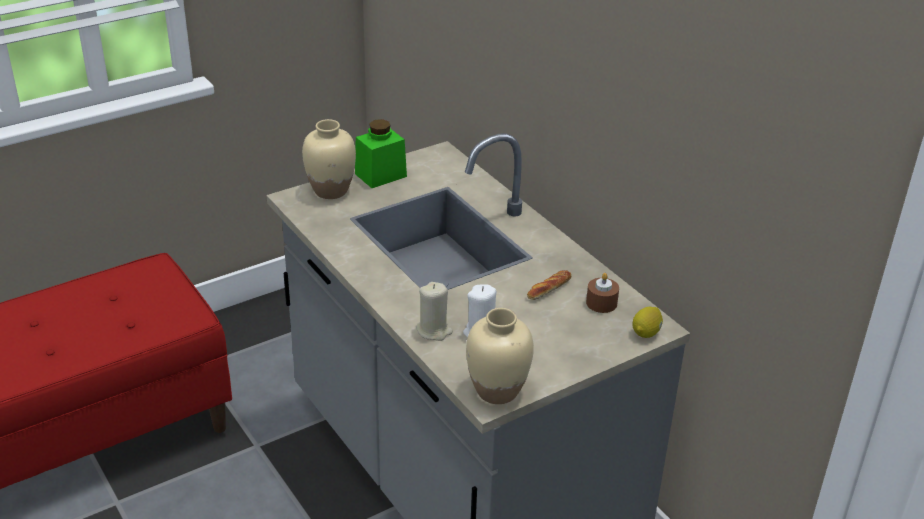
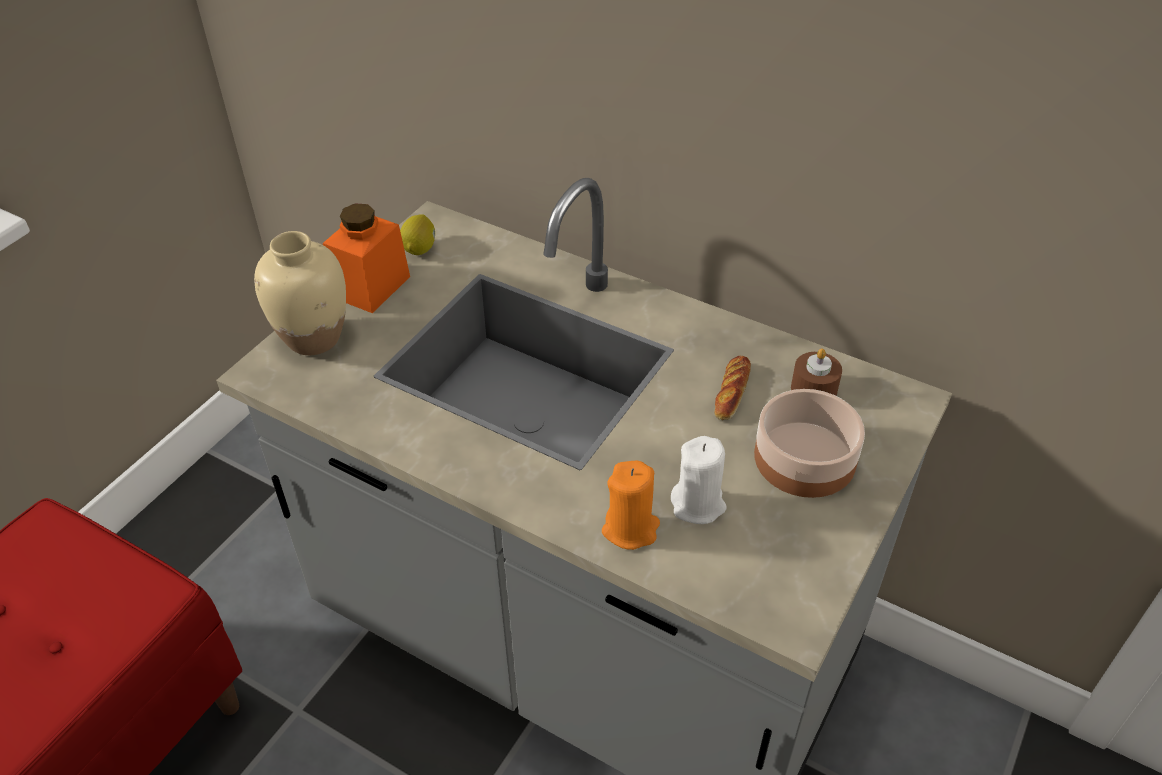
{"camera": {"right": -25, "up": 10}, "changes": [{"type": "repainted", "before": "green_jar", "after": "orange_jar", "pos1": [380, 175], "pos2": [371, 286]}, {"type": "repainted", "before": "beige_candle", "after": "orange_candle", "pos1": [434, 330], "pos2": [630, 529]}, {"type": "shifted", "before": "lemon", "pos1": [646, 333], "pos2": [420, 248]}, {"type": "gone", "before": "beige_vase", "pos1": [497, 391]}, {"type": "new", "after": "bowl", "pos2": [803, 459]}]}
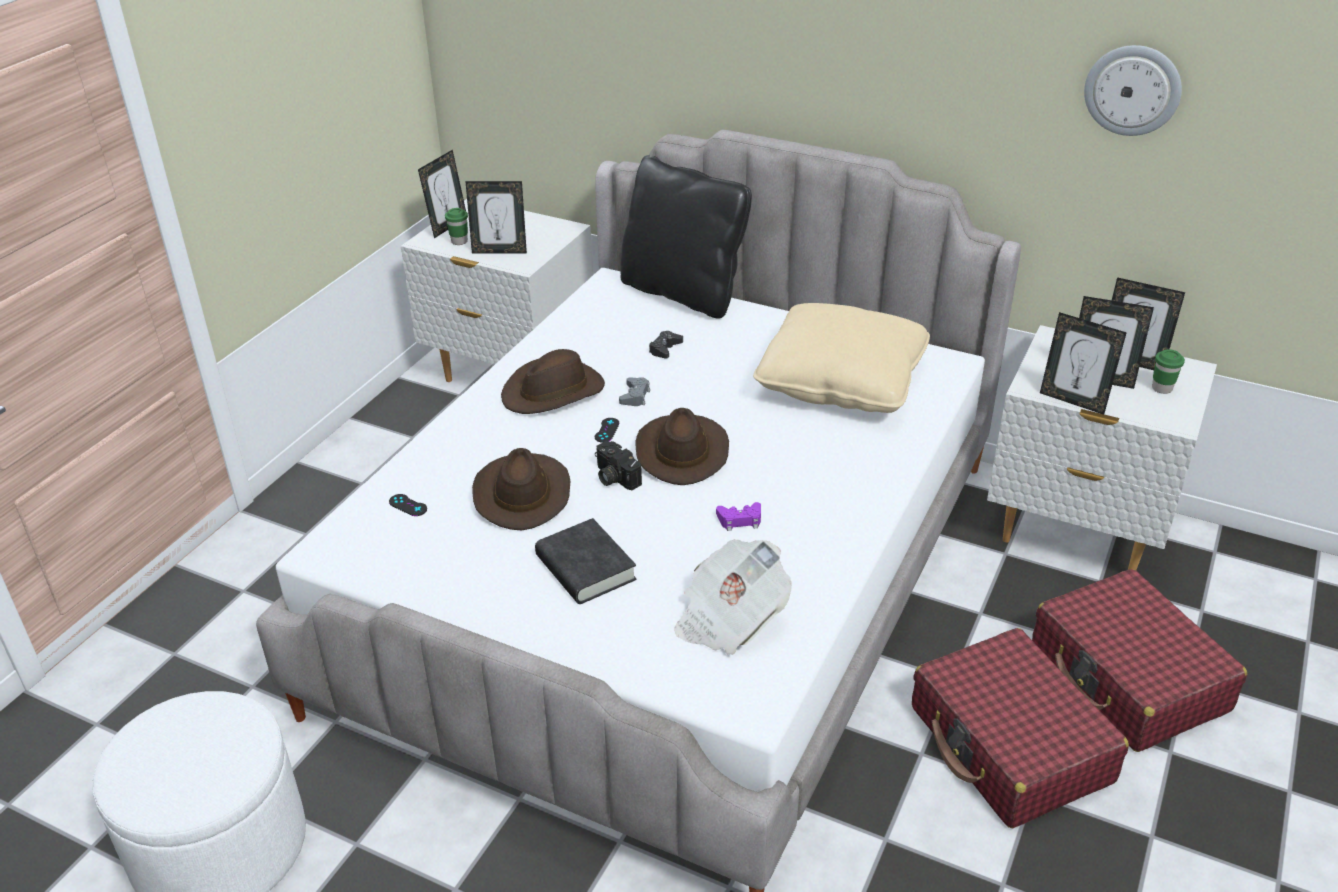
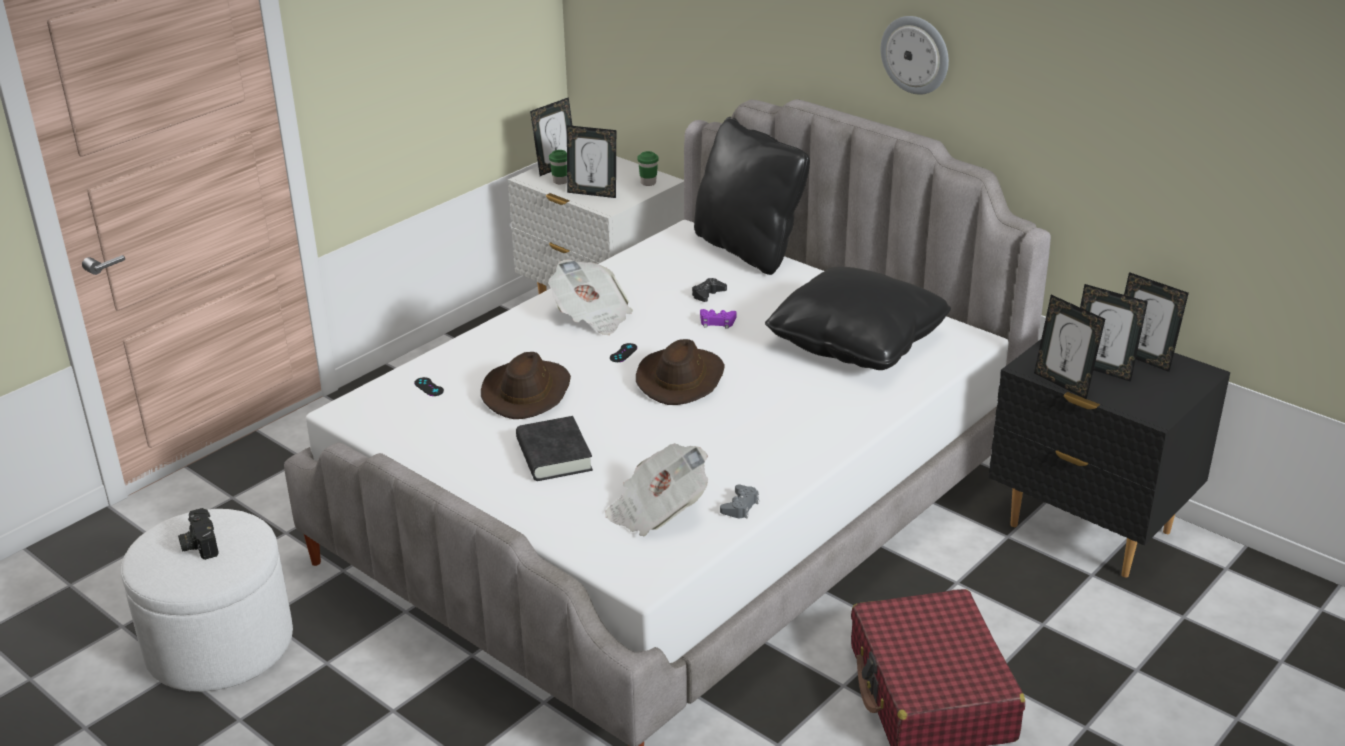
{"camera": {"right": 15, "up": -5}, "changes": [{"type": "shifted", "before": "wall_clock", "pos1": [1132, 90], "pos2": [915, 54]}, {"type": "repainted", "before": "beige_pillow", "after": "black_pillow", "pos1": [841, 382], "pos2": [856, 342]}, {"type": "repainted", "before": "white_nightstand", "after": "black_nightstand", "pos1": [1076, 532], "pos2": [1089, 529]}, {"type": "swapped", "before": "brown_hat", "after": "newspaper", "pos1": [554, 392], "pos2": [591, 316]}, {"type": "shifted", "before": "green_cup", "pos1": [1162, 388], "pos2": [648, 183]}, {"type": "shifted", "before": "grey_game_controller", "pos1": [635, 396], "pos2": [740, 506]}, {"type": "shifted", "before": "photo_camera", "pos1": [613, 477], "pos2": [198, 544]}, {"type": "shifted", "before": "purple_game_controller", "pos1": [740, 520], "pos2": [717, 322]}, {"type": "gone", "before": "red_suitcase", "pos1": [1128, 678]}]}
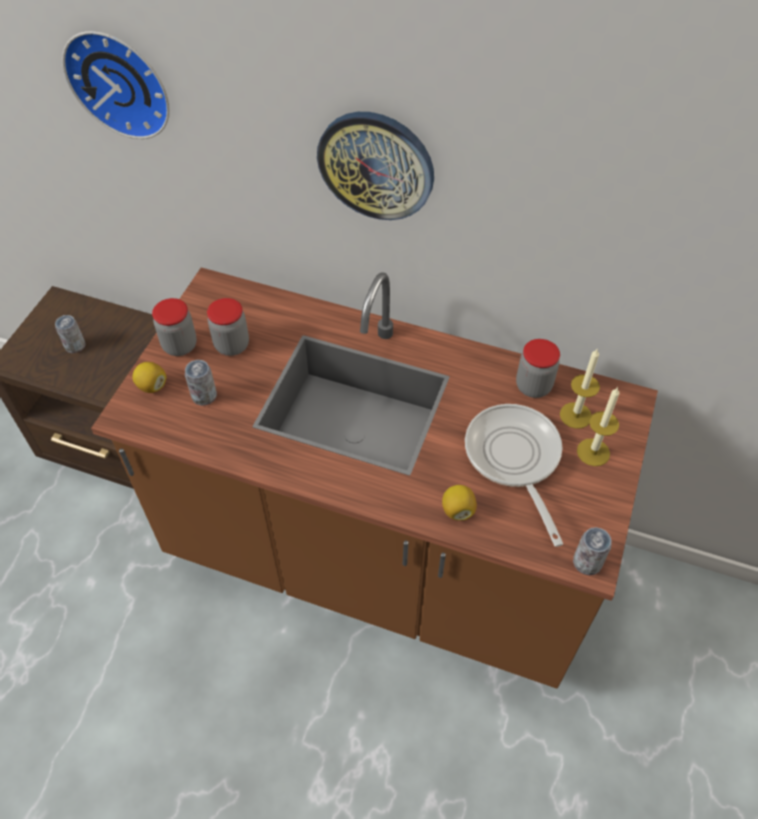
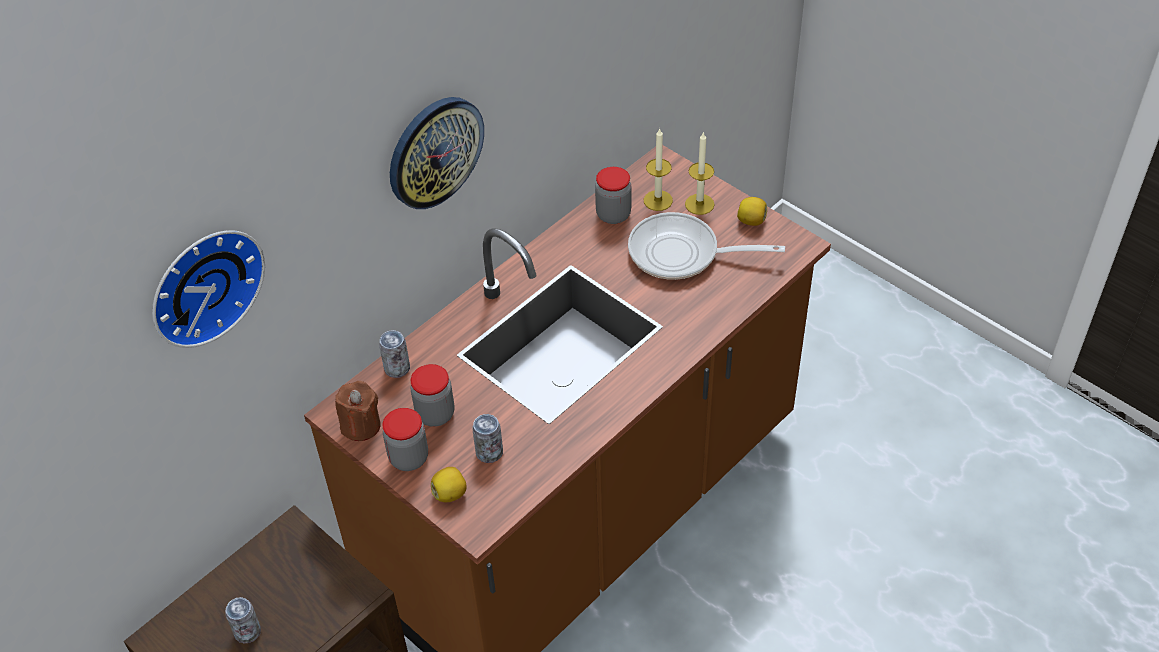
{"camera": {"right": -65, "up": -5}, "changes": [{"type": "shifted", "before": "lemon", "pos1": [457, 510], "pos2": [751, 221]}, {"type": "shifted", "before": "can", "pos1": [587, 562], "pos2": [397, 368]}, {"type": "new", "after": "brown_candle", "pos2": [361, 425]}]}
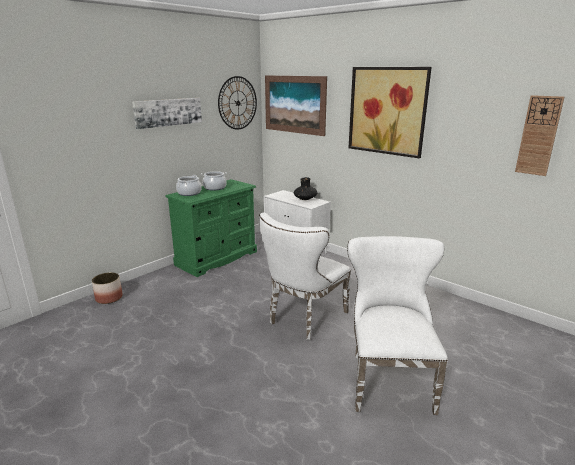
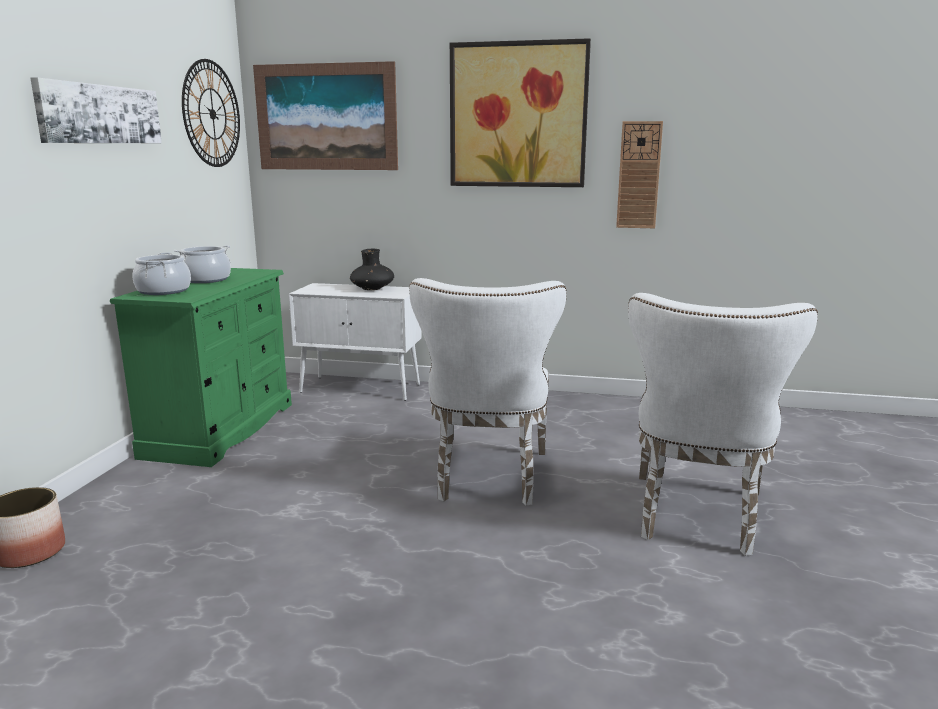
{"camera": {"right": -30, "up": -5}, "changes": [{"type": "shifted", "before": "wall_clock", "pos1": [538, 136], "pos2": [639, 175]}, {"type": "rotated", "before": "white_chair", "pos1": [387, 378], "pos2": [696, 518], "turn": -135}]}
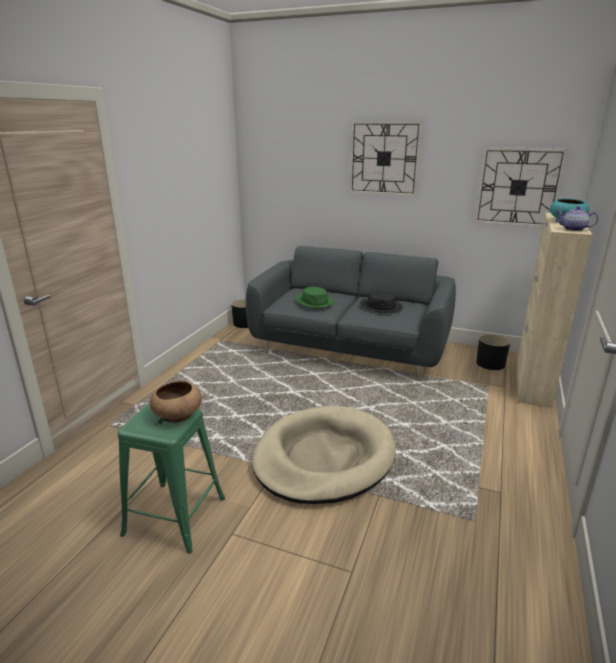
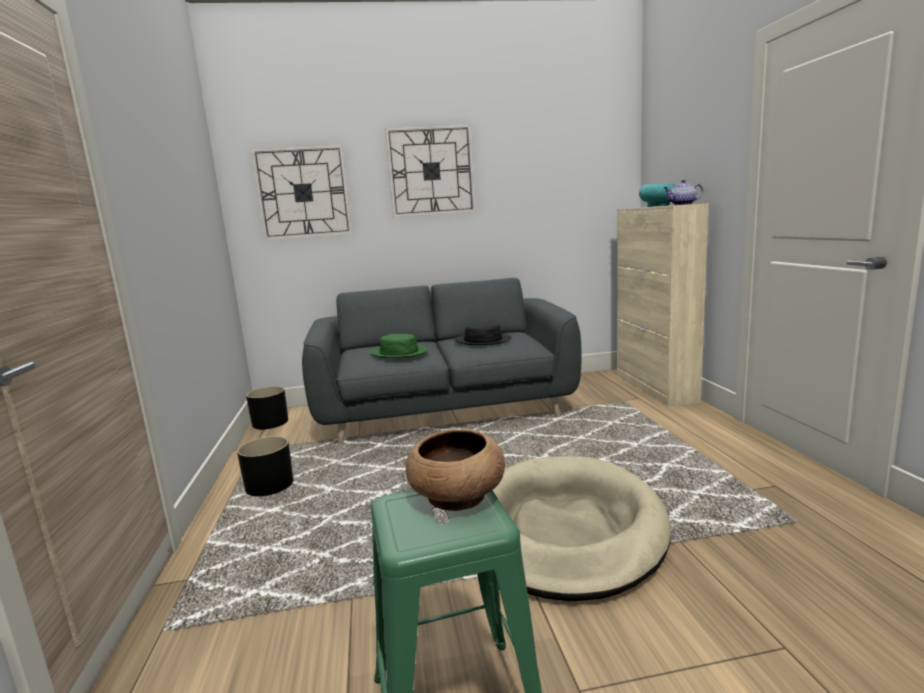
{"camera": {"right": -30, "up": -10}, "changes": [{"type": "shifted", "before": "wall_clock", "pos1": [518, 187], "pos2": [303, 193]}, {"type": "shifted", "before": "black_planter", "pos1": [490, 363], "pos2": [269, 485]}]}
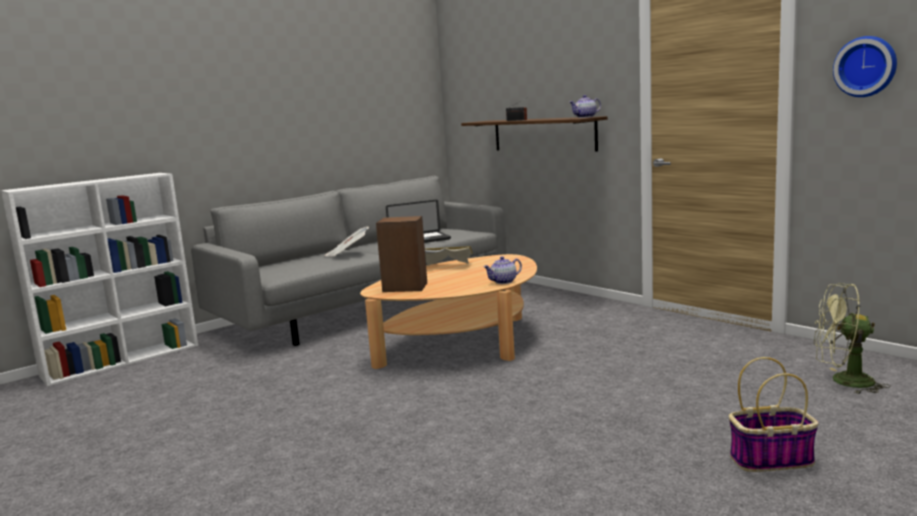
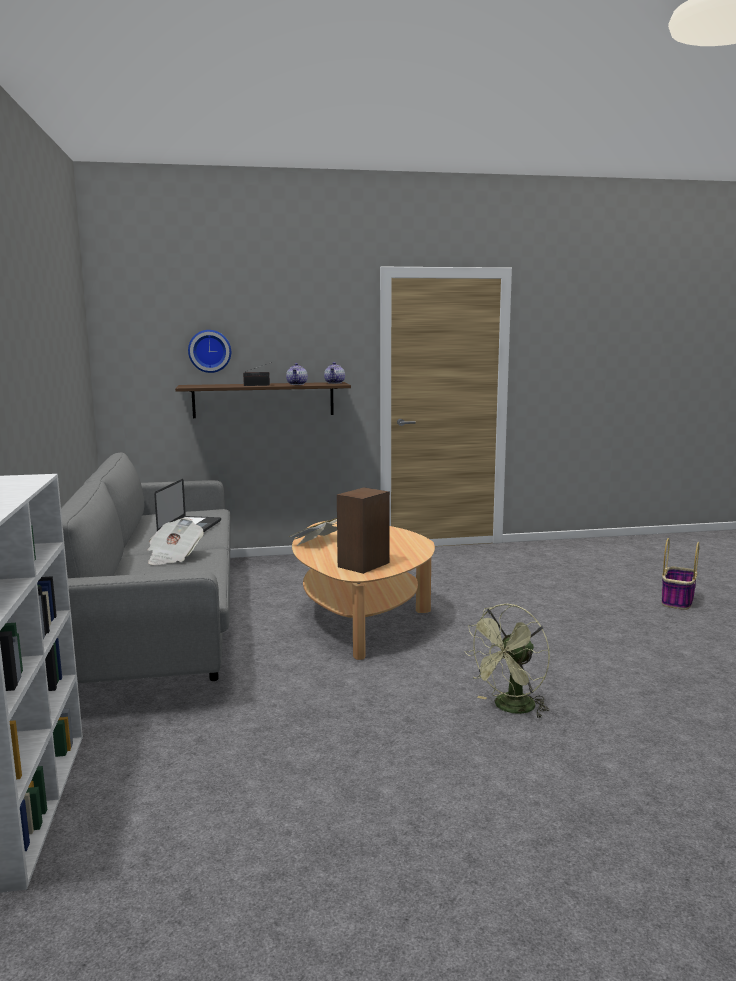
{"camera": {"right": -60, "up": 0}, "changes": [{"type": "shifted", "before": "wall_clock", "pos1": [866, 66], "pos2": [209, 351]}, {"type": "shifted", "before": "teapot", "pos1": [503, 282], "pos2": [297, 384]}, {"type": "shifted", "before": "green_fan", "pos1": [843, 381], "pos2": [510, 708]}]}
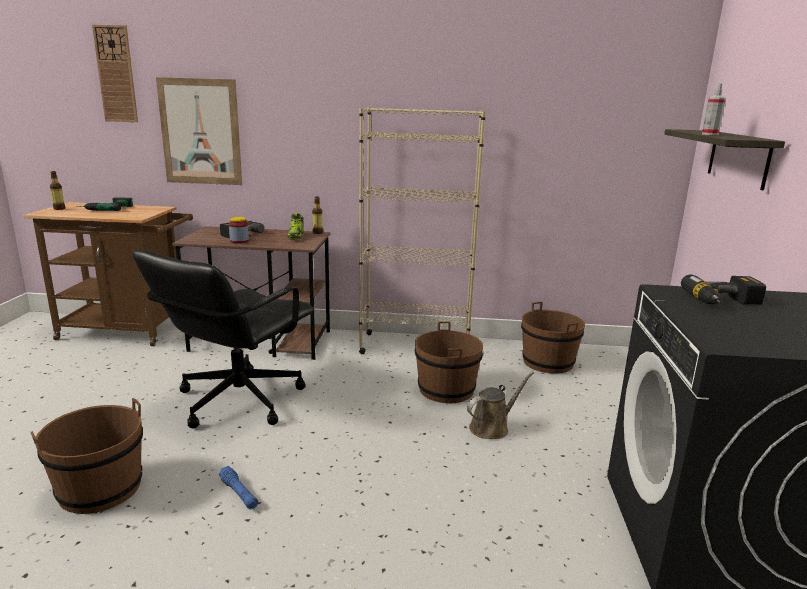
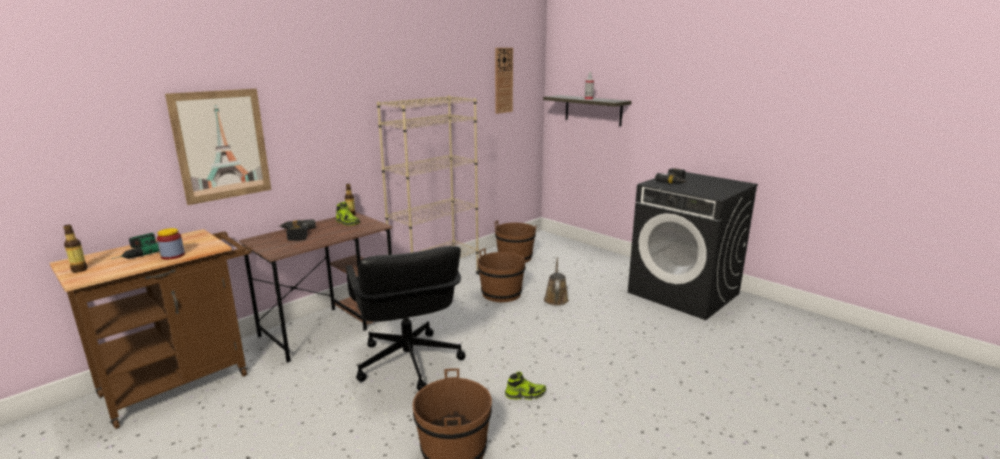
{"camera": {"right": -50, "up": 0}, "changes": [{"type": "shifted", "before": "wall_clock", "pos1": [116, 74], "pos2": [503, 80]}, {"type": "shifted", "before": "jar", "pos1": [239, 241], "pos2": [173, 255]}, {"type": "swapped", "before": "blue_flashlight", "after": "shoe", "pos1": [239, 493], "pos2": [525, 394]}]}
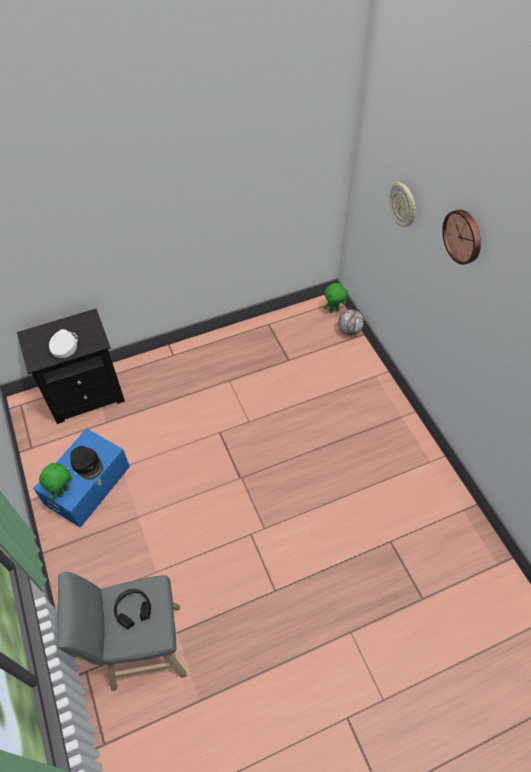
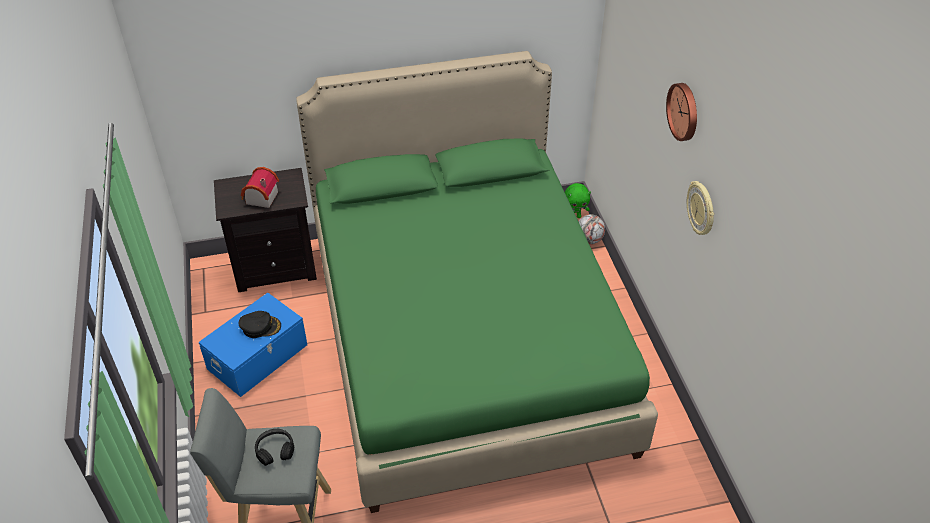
{"camera": {"right": 10, "up": -10}, "changes": [{"type": "shifted", "before": "wall_clock", "pos1": [403, 205], "pos2": [701, 209]}, {"type": "swapped", "before": "white_cap", "after": "toy_house", "pos1": [64, 345], "pos2": [259, 198]}, {"type": "rotated", "before": "black_cap", "pos1": [87, 464], "pos2": [260, 327], "turn": -60}, {"type": "gone", "before": "green_plush_toy", "pos1": [63, 491]}, {"type": "new", "after": "green_bed", "pos2": [464, 339]}]}
